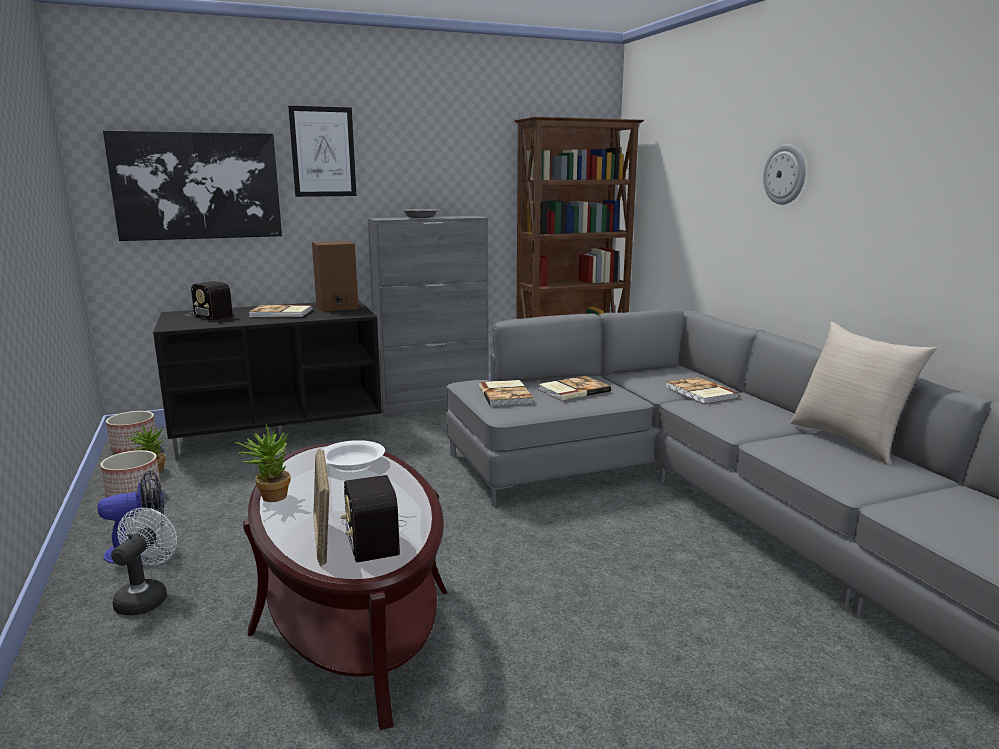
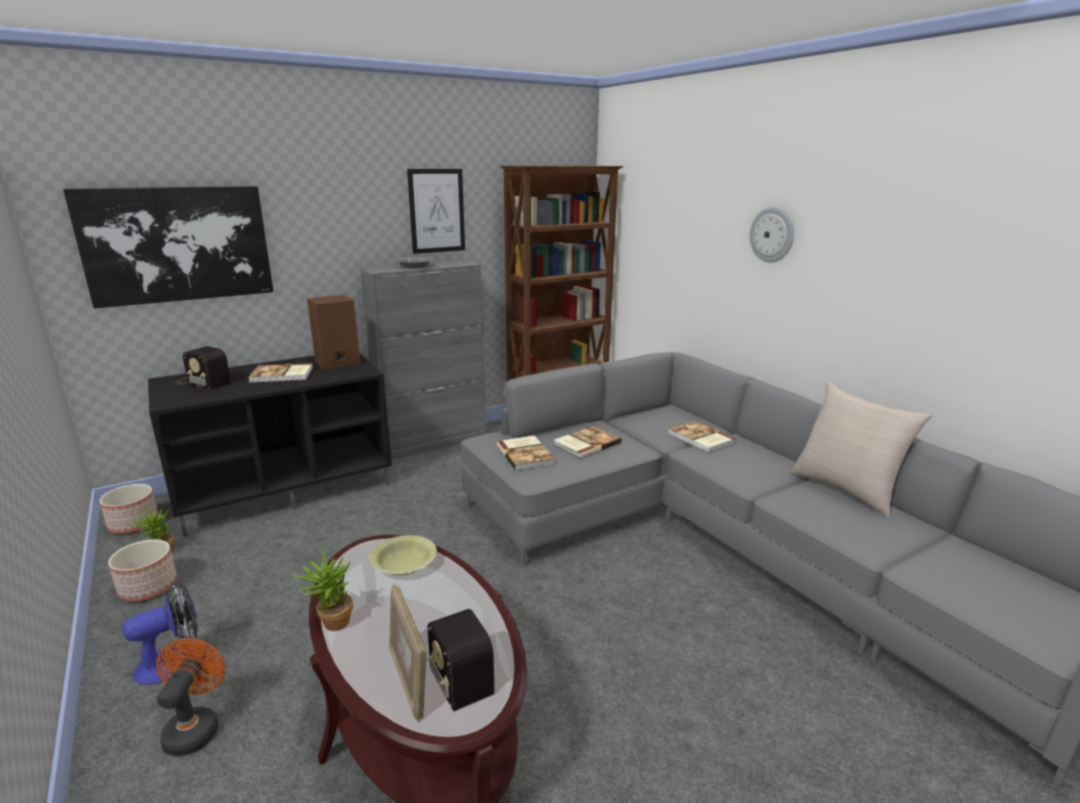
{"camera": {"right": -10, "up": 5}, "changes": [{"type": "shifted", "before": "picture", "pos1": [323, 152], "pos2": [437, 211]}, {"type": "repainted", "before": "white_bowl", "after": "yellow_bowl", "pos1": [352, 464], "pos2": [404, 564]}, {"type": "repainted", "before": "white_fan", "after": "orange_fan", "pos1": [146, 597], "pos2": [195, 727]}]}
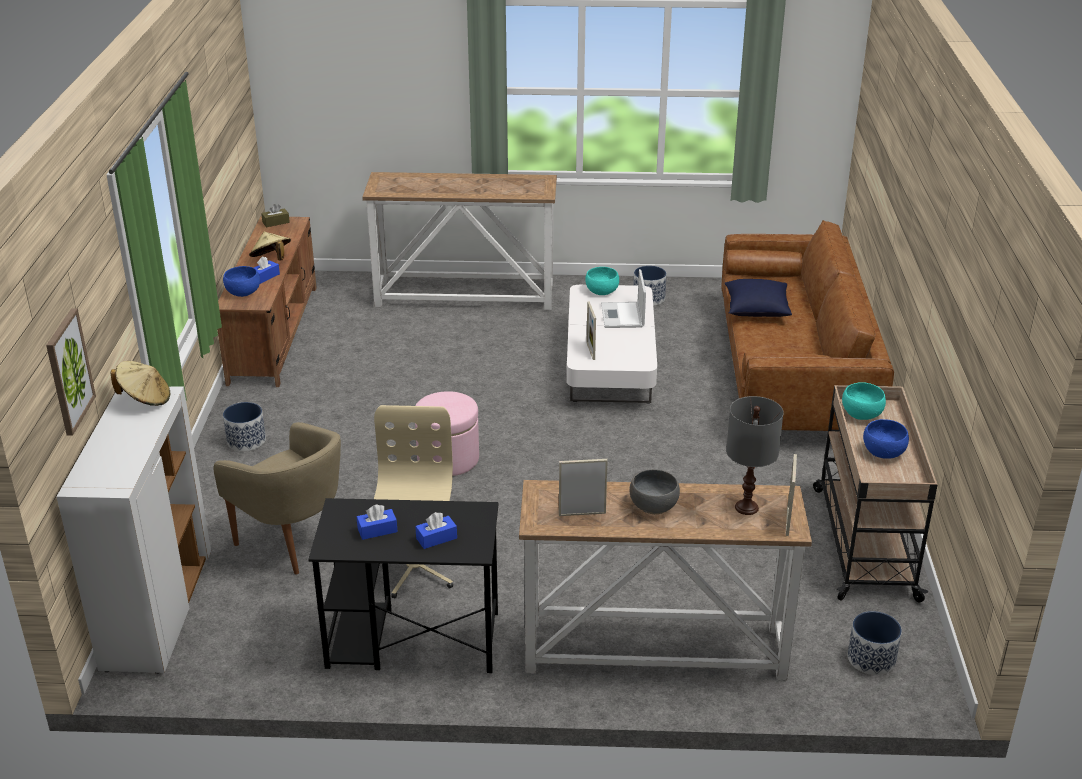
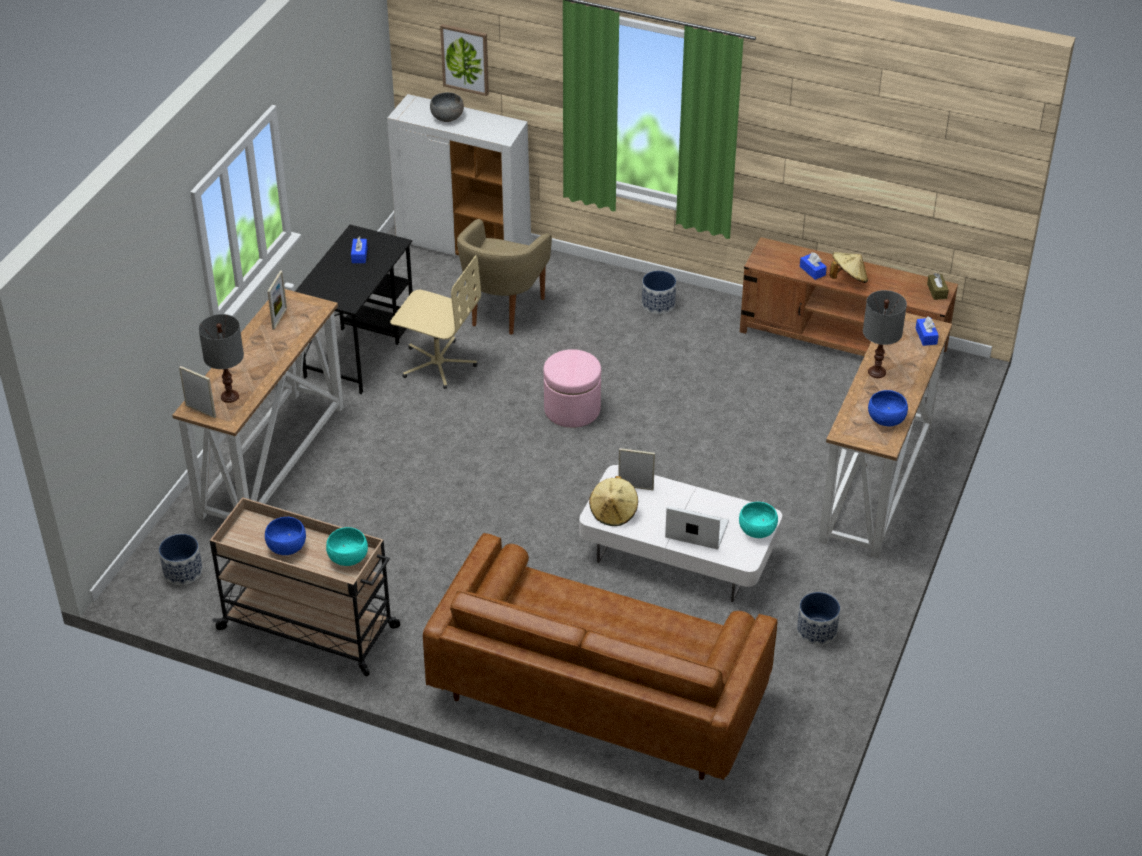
{"camera": {"right": 110, "up": 10}, "changes": [{"type": "shifted", "before": "blue_bowl", "pos1": [243, 292], "pos2": [886, 419]}, {"type": "gone", "before": "blue_pillow", "pos1": [756, 310]}, {"type": "shifted", "before": "beige_hat", "pos1": [145, 399], "pos2": [613, 512]}, {"type": "rotated", "before": "beige_armchair", "pos1": [293, 544], "pos2": [502, 311], "turn": -45}, {"type": "shifted", "before": "grey_bowl", "pos1": [653, 506], "pos2": [447, 117]}, {"type": "shifted", "before": "blue_tissue_box", "pos1": [436, 538], "pos2": [926, 336]}, {"type": "new", "after": "grey_table_lamp", "pos2": [876, 372]}]}
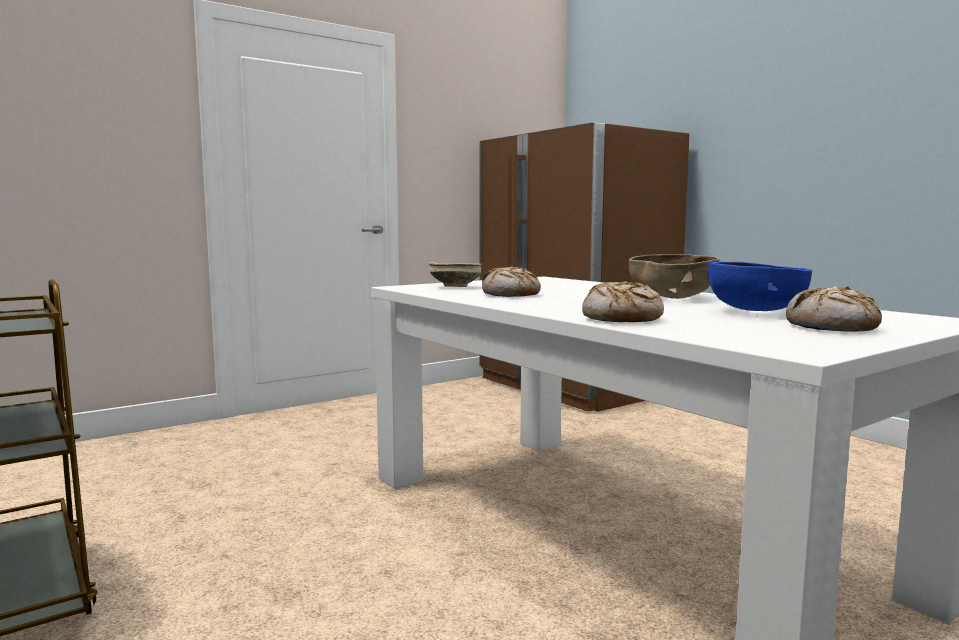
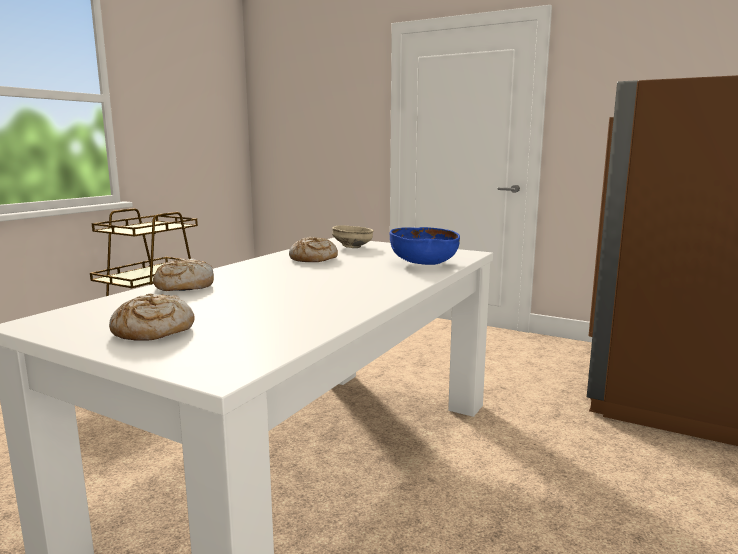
{"camera": {"right": 65, "up": 5}, "changes": [{"type": "gone", "before": "brown_bowl", "pos1": [672, 297]}, {"type": "shifted", "before": "blue_bowl", "pos1": [754, 311], "pos2": [423, 263]}]}
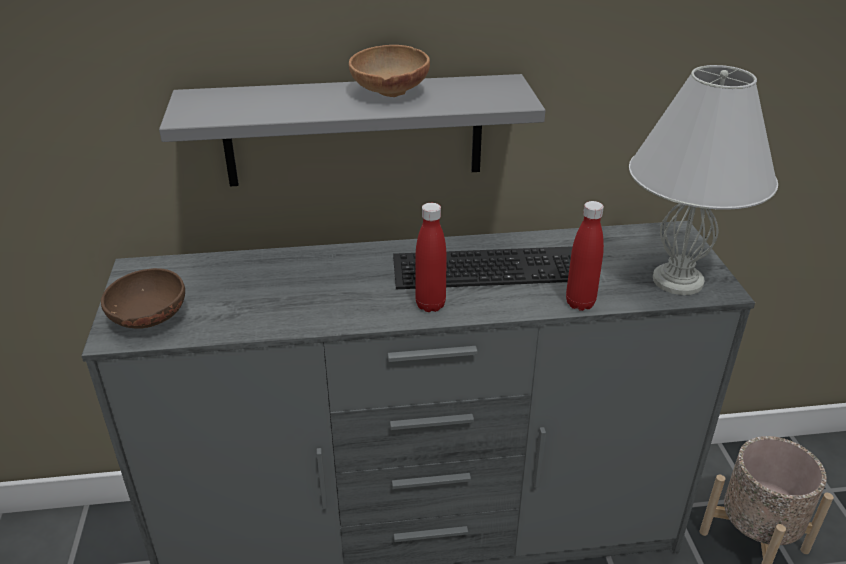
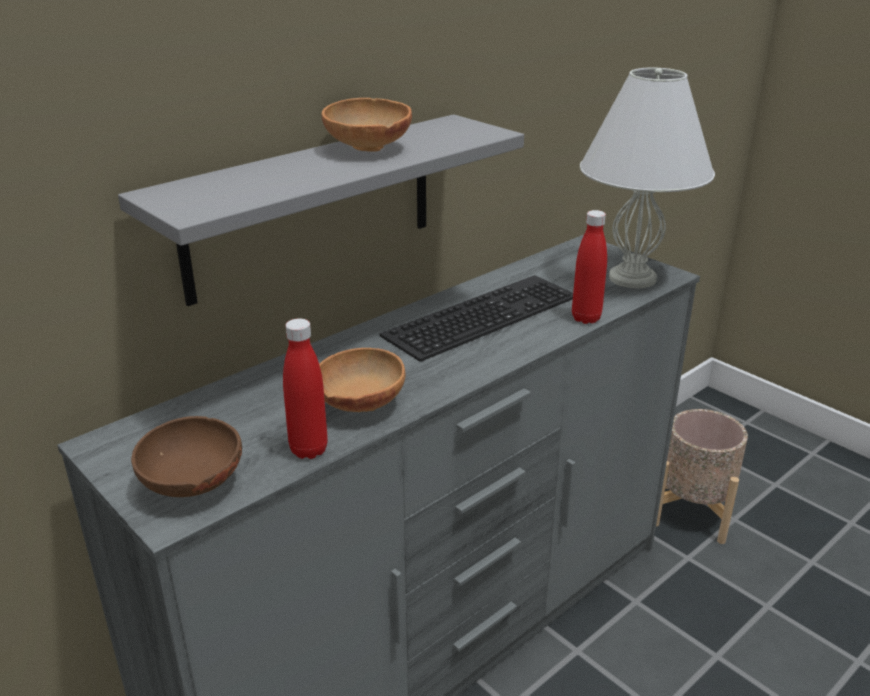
{"camera": {"right": -35, "up": -5}, "changes": [{"type": "shifted", "before": "red_bottle", "pos1": [430, 305], "pos2": [308, 450]}, {"type": "new", "after": "brown_bowl", "pos2": [359, 405]}]}
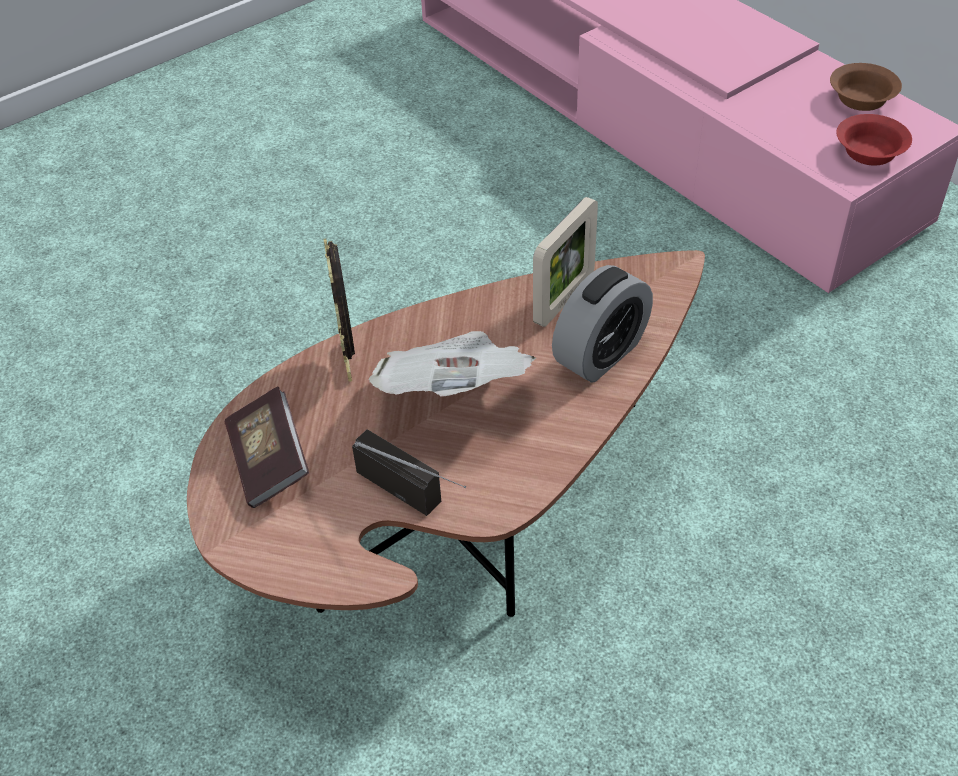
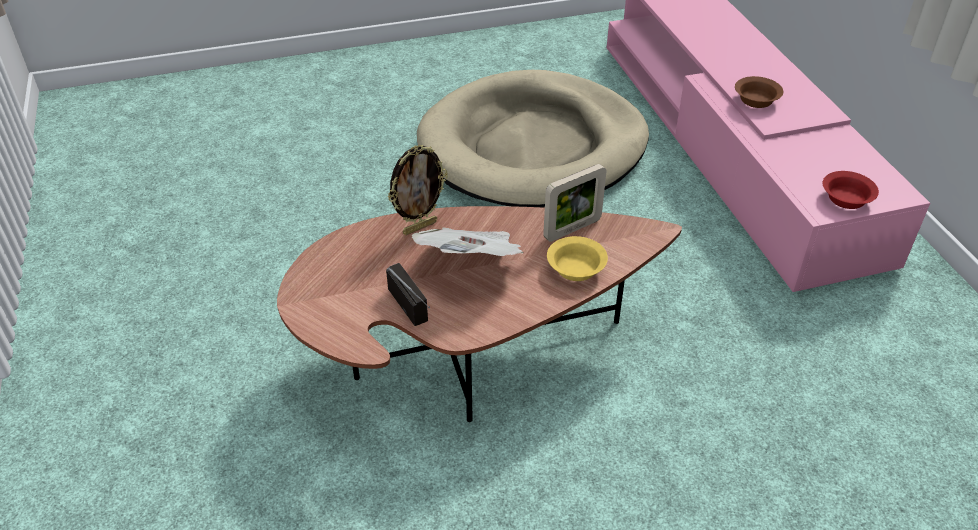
{"camera": {"right": 20, "up": -5}, "changes": [{"type": "shifted", "before": "brown_bowl", "pos1": [863, 99], "pos2": [757, 100]}, {"type": "rotated", "before": "picture_frame", "pos1": [349, 362], "pos2": [419, 227], "turn": -135}, {"type": "swapped", "before": "alarm_clock", "after": "yellow_bowl", "pos1": [601, 354], "pos2": [576, 268]}, {"type": "gone", "before": "book", "pos1": [269, 461]}, {"type": "new", "after": "beige_dog_bed", "pos2": [533, 147]}]}
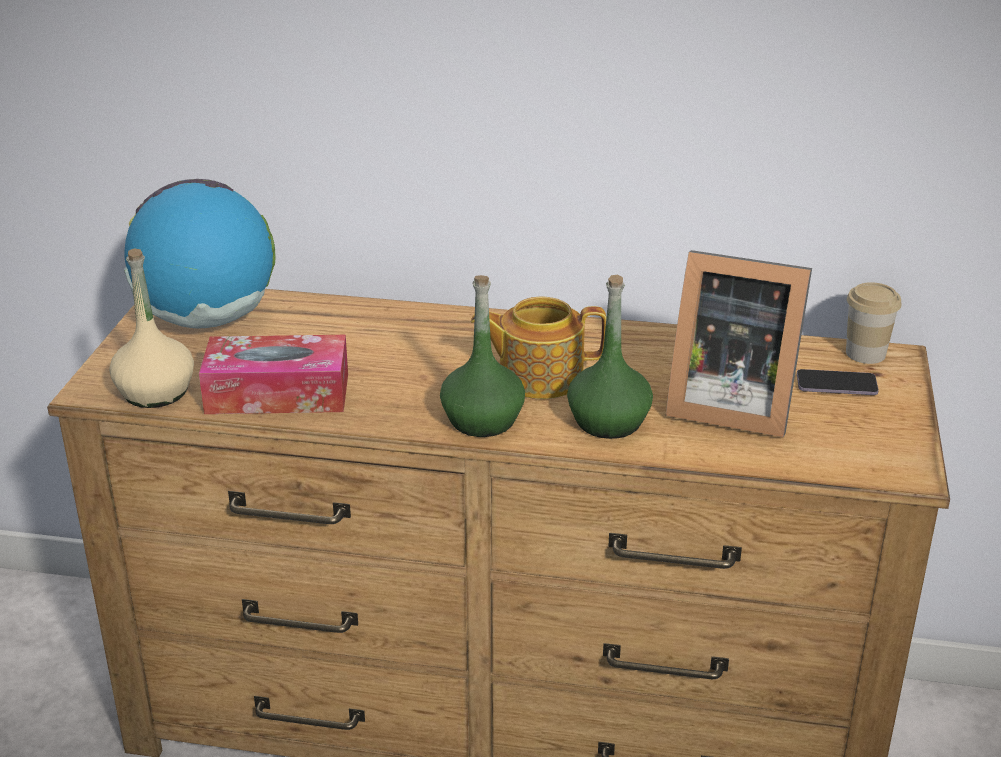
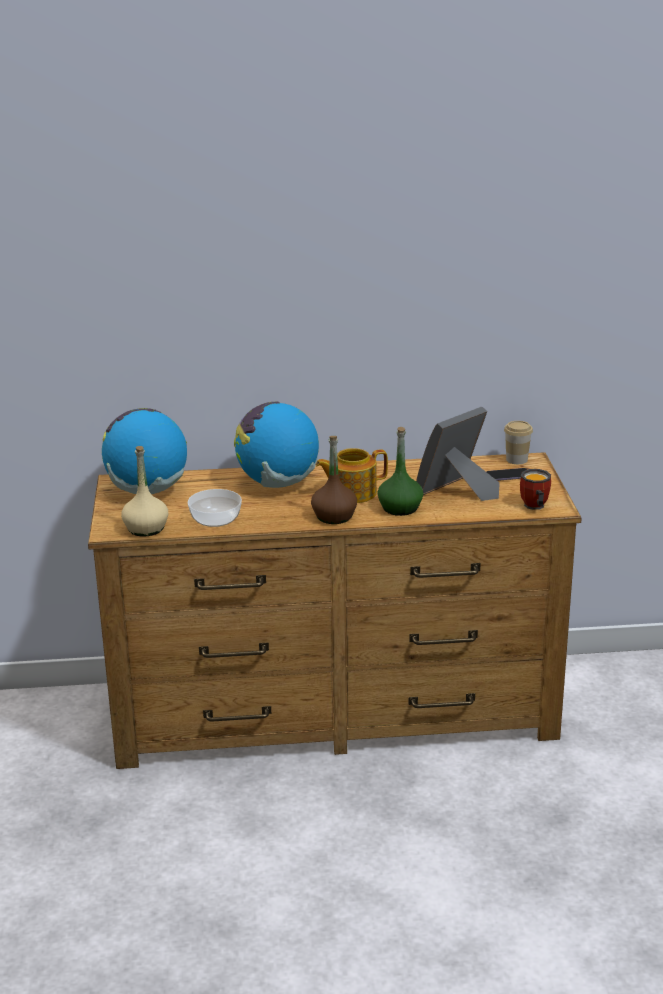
{"camera": {"right": -15, "up": -5}, "changes": [{"type": "rotated", "before": "picture_frame", "pos1": [728, 404], "pos2": [457, 492], "turn": 135}, {"type": "repainted", "before": "green_bottle", "after": "brown_bottle", "pos1": [482, 420], "pos2": [334, 516]}, {"type": "swapped", "before": "tissue_box", "after": "bowl", "pos1": [277, 393], "pos2": [215, 520]}, {"type": "new", "after": "globe", "pos2": [278, 483]}, {"type": "new", "after": "mug", "pos2": [533, 507]}]}
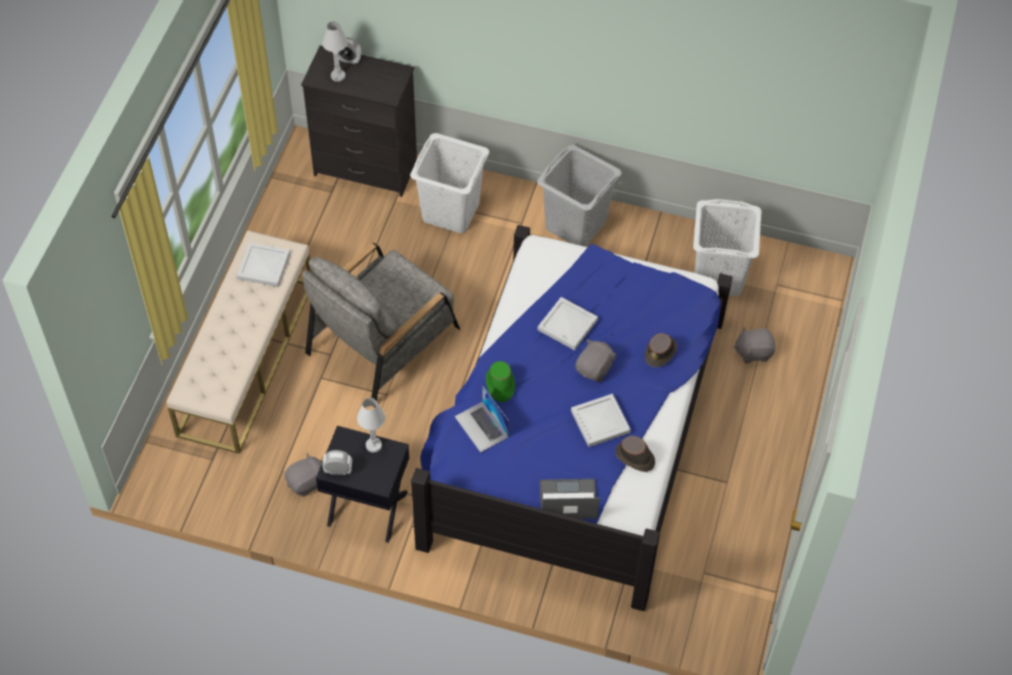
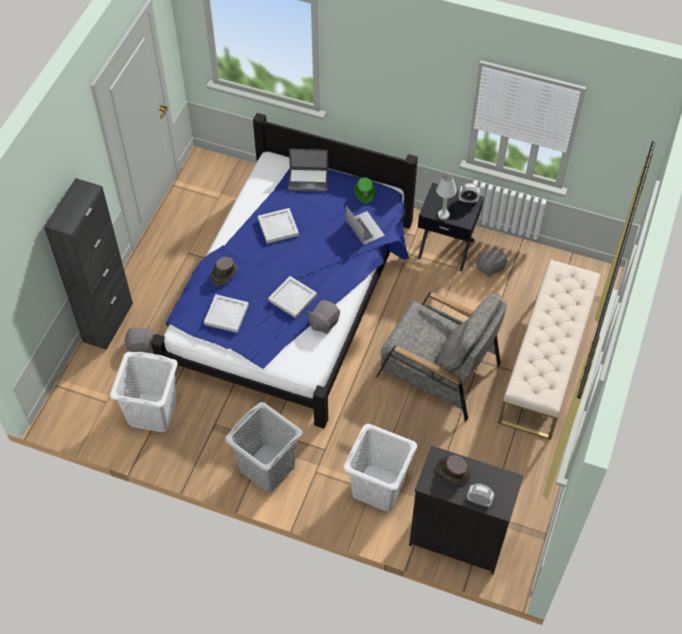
{"camera": {"right": -175, "up": 0}, "changes": [{"type": "gone", "before": "white_table_lamp", "pos1": [338, 76]}, {"type": "shifted", "before": "white_tray", "pos1": [263, 266], "pos2": [227, 314]}, {"type": "rotated", "before": "grey_armchair", "pos1": [382, 340], "pos2": [437, 370], "turn": 75}, {"type": "shifted", "before": "grey_plush_toy", "pos1": [594, 368], "pos2": [323, 322]}, {"type": "shifted", "before": "green_hat", "pos1": [500, 385], "pos2": [364, 192]}, {"type": "shifted", "before": "brown_hat", "pos1": [635, 458], "pos2": [452, 470]}, {"type": "new", "after": "black_cabinet", "pos2": [108, 322]}]}
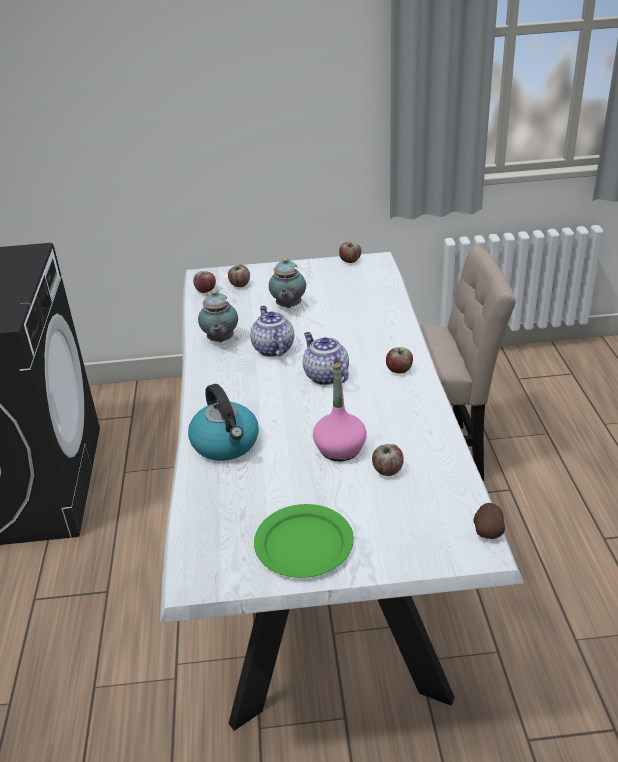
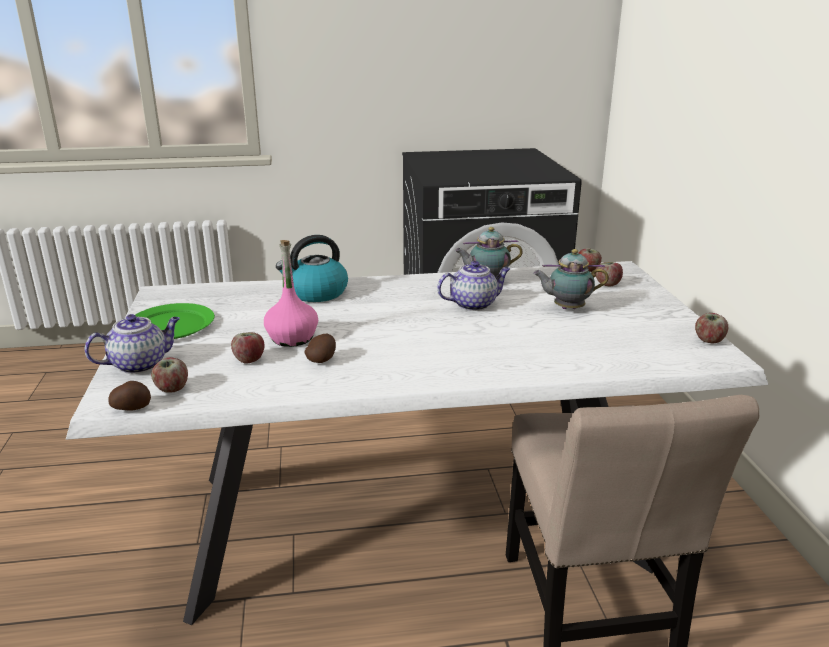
{"camera": {"right": 85, "up": -10}, "changes": [{"type": "shifted", "before": "teapot", "pos1": [325, 376], "pos2": [140, 364]}, {"type": "shifted", "before": "apple", "pos1": [399, 370], "pos2": [172, 389]}, {"type": "new", "after": "potato", "pos2": [322, 360]}]}
